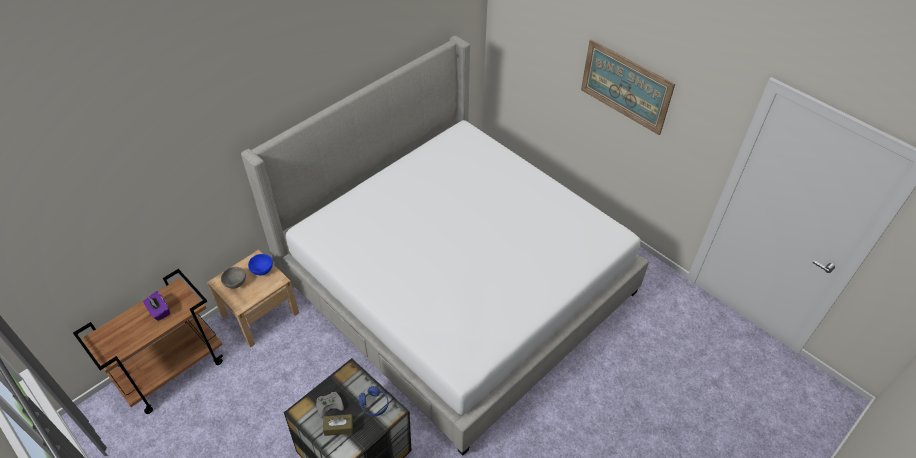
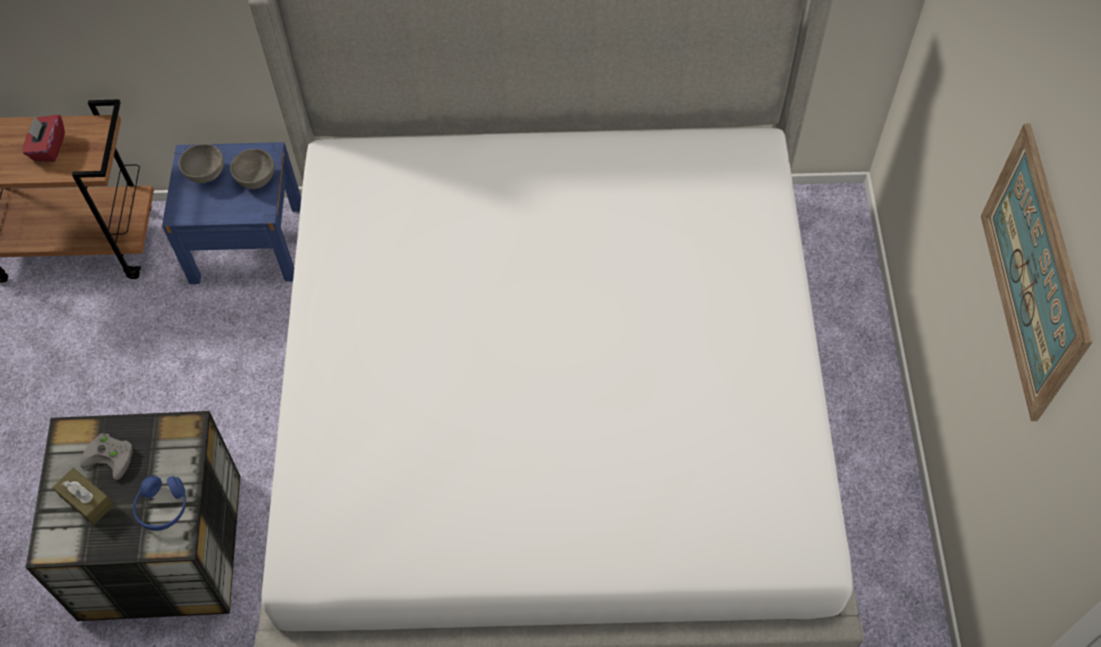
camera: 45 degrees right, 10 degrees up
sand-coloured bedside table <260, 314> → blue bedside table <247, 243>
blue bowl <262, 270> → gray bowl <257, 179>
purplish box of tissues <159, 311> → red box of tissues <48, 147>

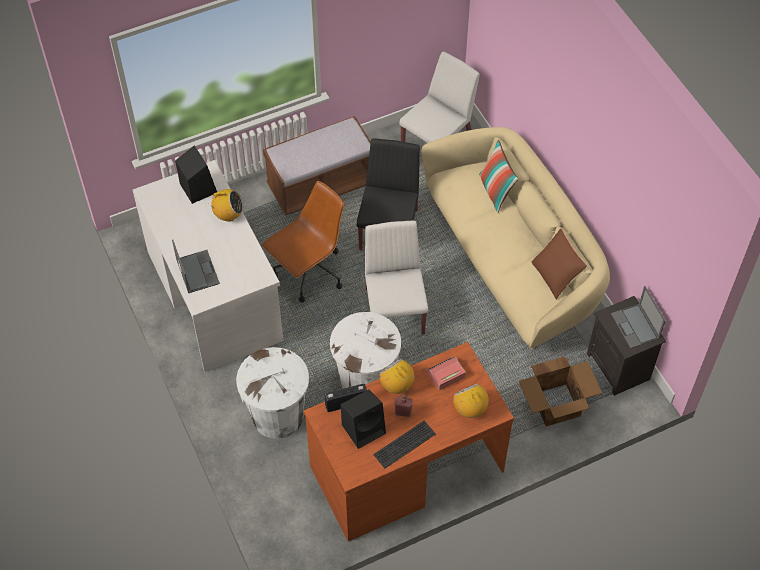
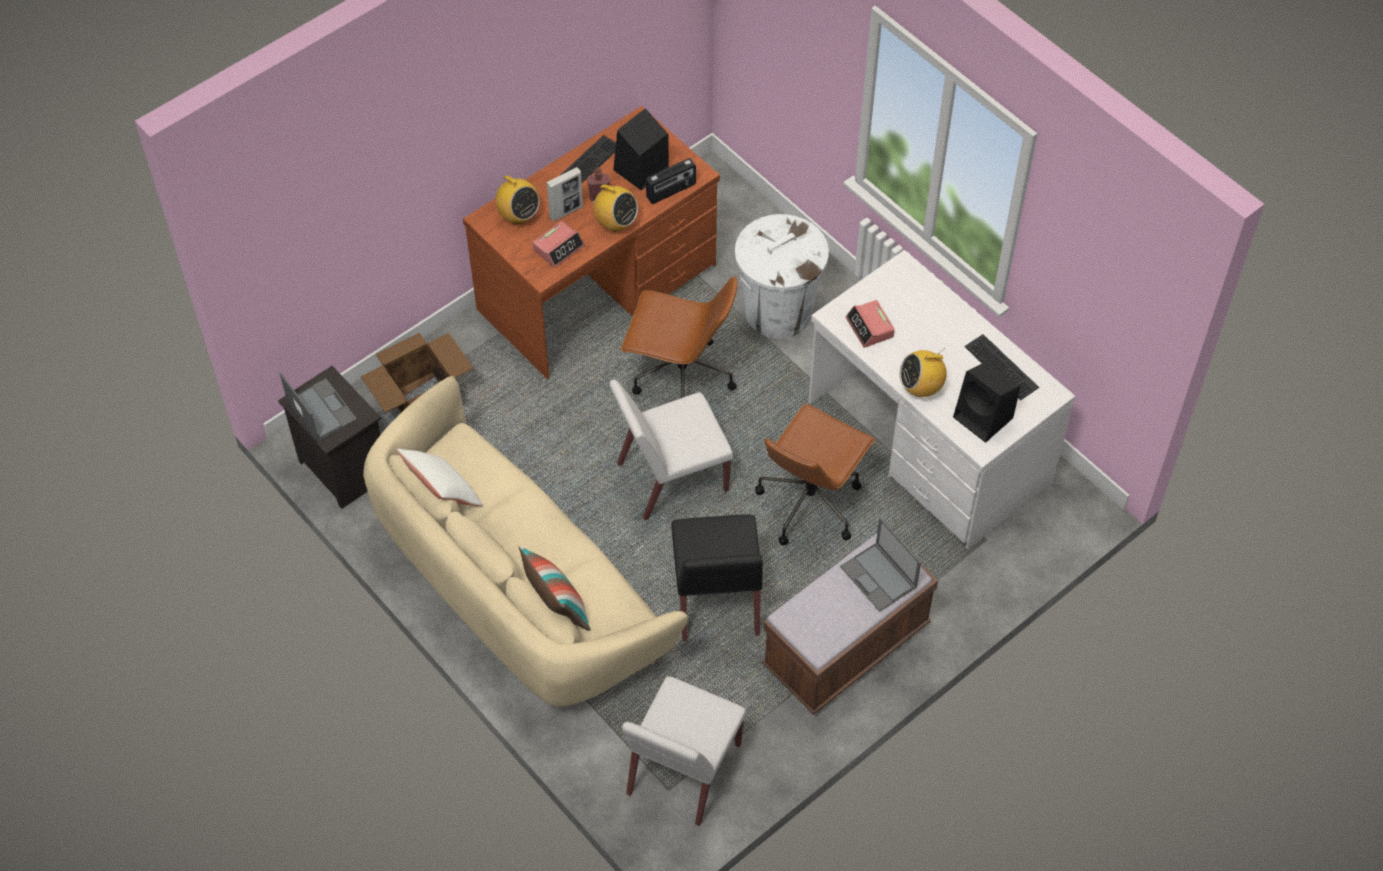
camera: 165 degrees right, 0 degrees up
white-coloured upright chair <394, 310> → white-coloured upright chair <671, 477>, 90 degrees clockwise
brown throw pillow <556, 275> → white-coloured throw pillow <443, 493>
portable computer <197, 271> → portable computer <879, 577>, shifted
white-coloured rubbish bin <366, 379> → brown desk chair <680, 378>
- → picture frame <566, 212>
- → alarm clock <869, 328>
- → keyboard <1003, 367>

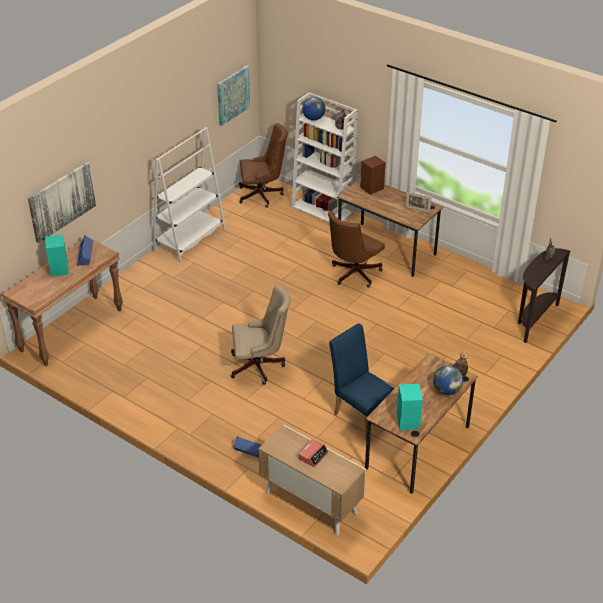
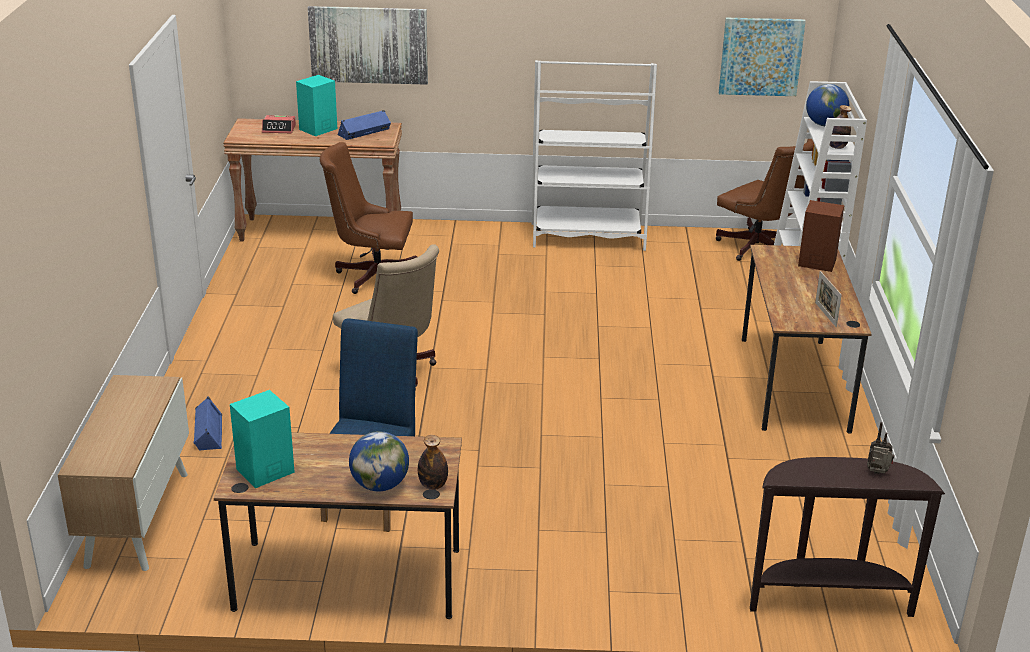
camera: 55 degrees right, 10 degrees down
brown desk chair <353, 274> → brown desk chair <372, 276>, shifted
alarm clock <313, 455> → alarm clock <279, 129>, shifted

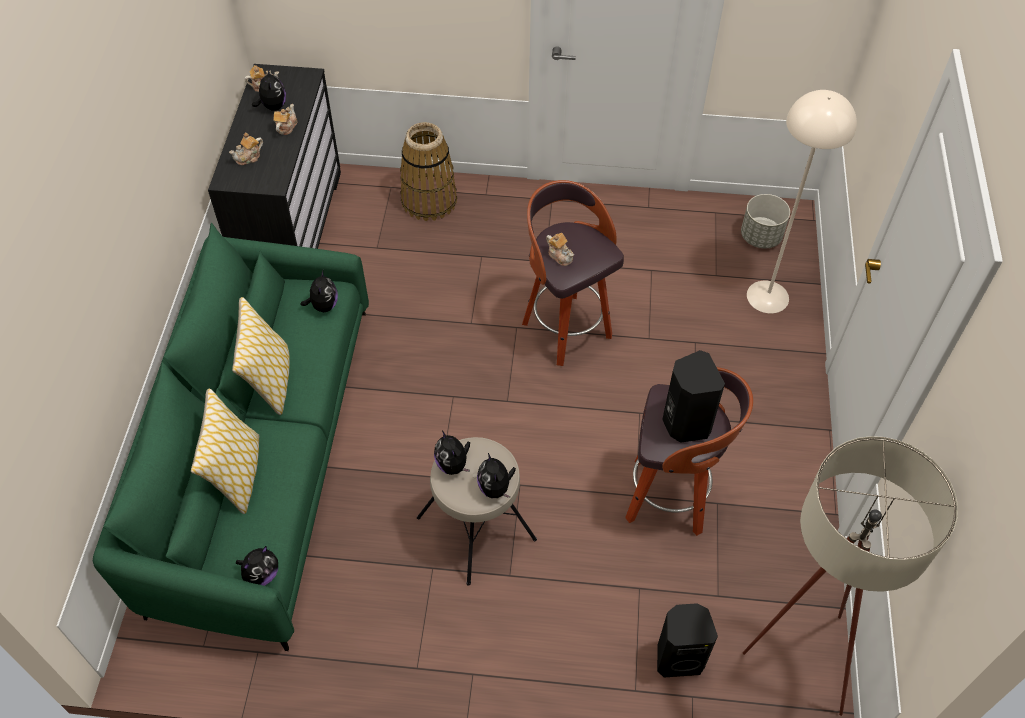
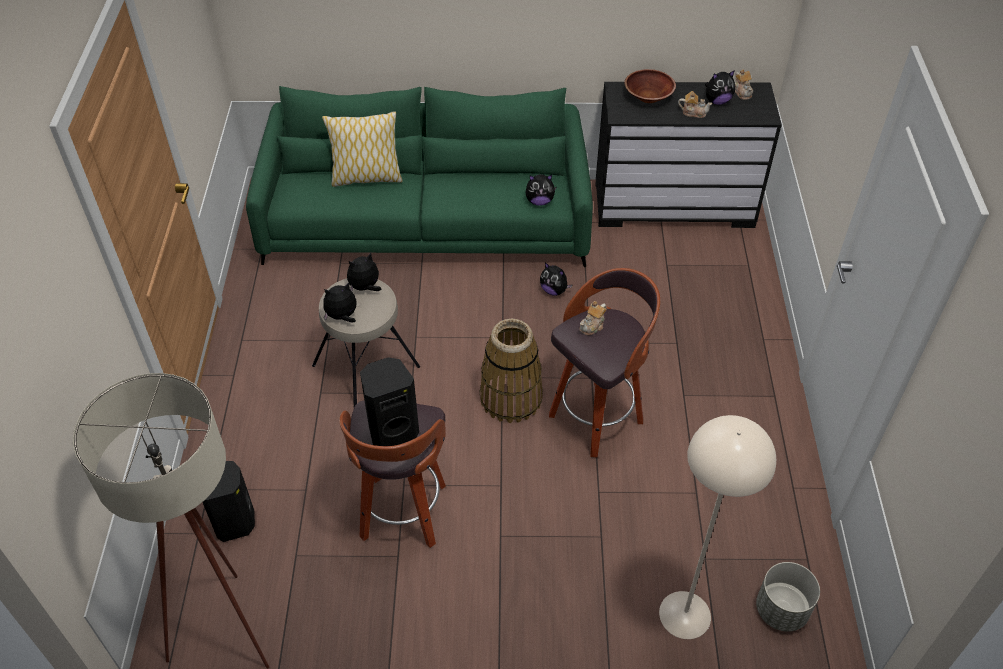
camera: 85 degrees right, 5 degrees down
storage basket <429, 200> → storage basket <511, 398>, shifted
tea pot <249, 157> → brown bowl <648, 97>
throw pillow <270, 381> → -
cuddly toy <261, 575> → cuddly toy <554, 290>, shifted

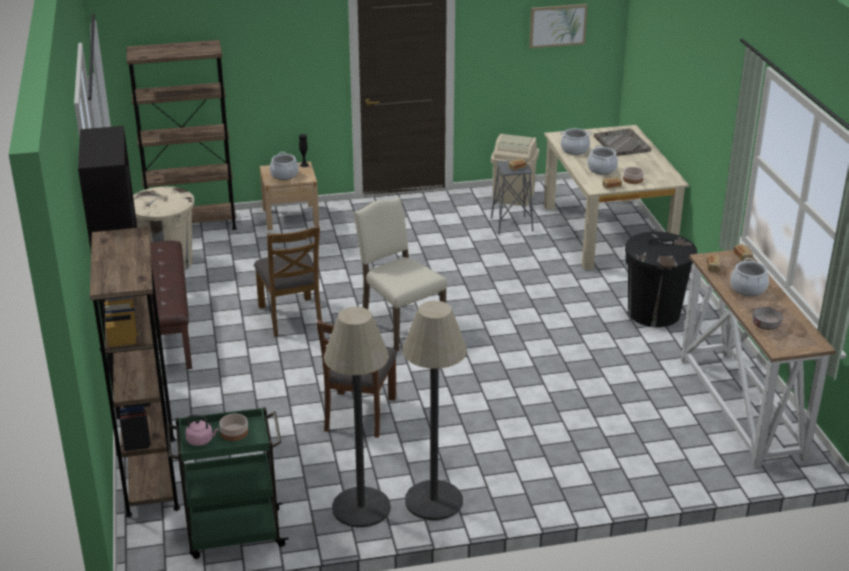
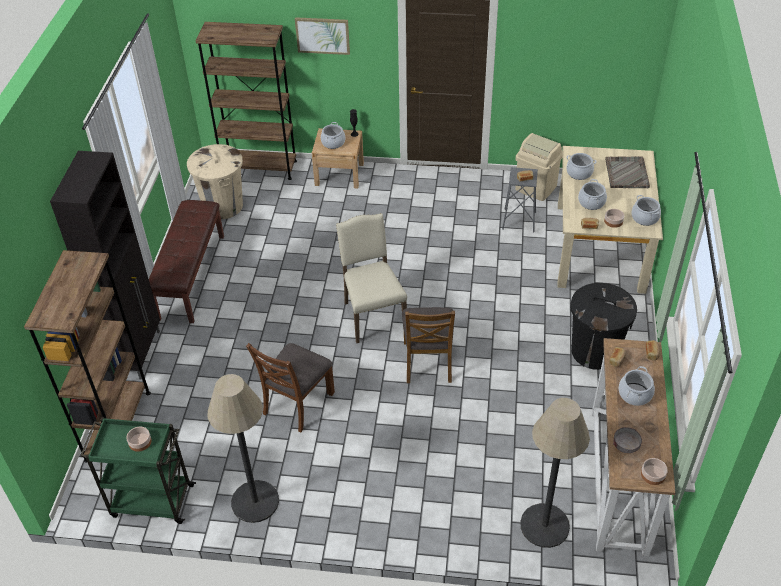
camera: 20 degrees right, 15 degrees up
wall picture <557, 25> → wall picture <322, 35>, shifted
brown upright chair <291, 317> → brown upright chair <428, 361>, shifted
floor lamp <433, 501> → floor lamp <544, 525>, shifted
pinkish kettle <201, 440> → -
- → saucepot <644, 218>
- → bowl <653, 474>

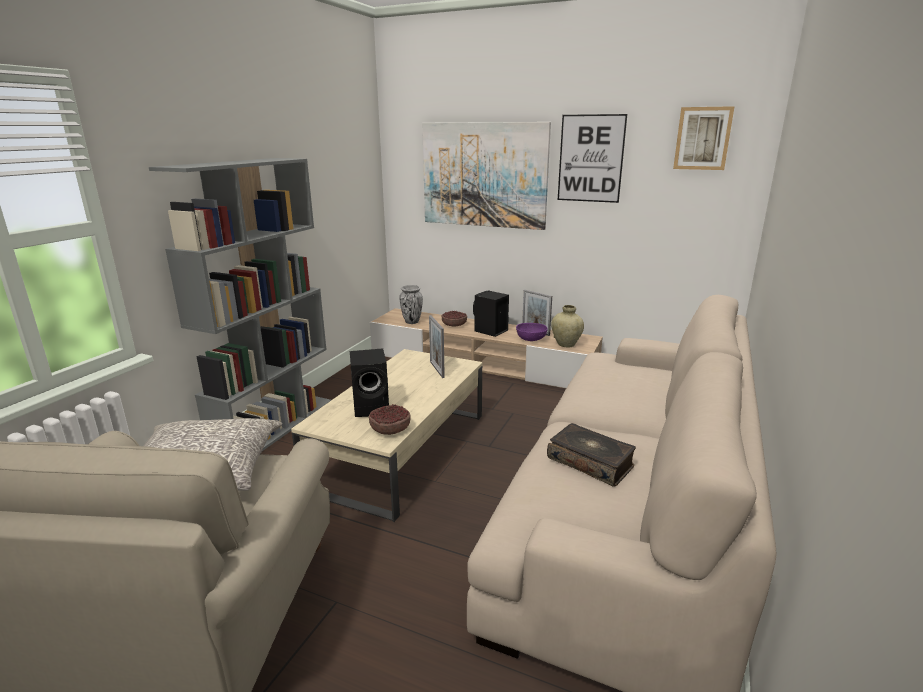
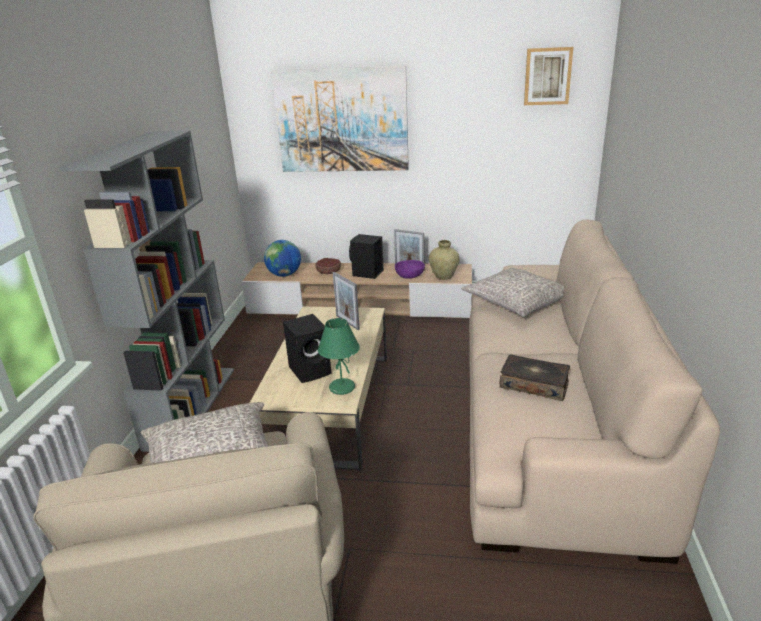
camera: 15 degrees left, 5 degrees up
wall picture <591, 158> → -
flower vase <411, 322> → desk globe <284, 275>
bowl <389, 429> → green lamp for a table <341, 388>
- → gray throw pillow <516, 303>

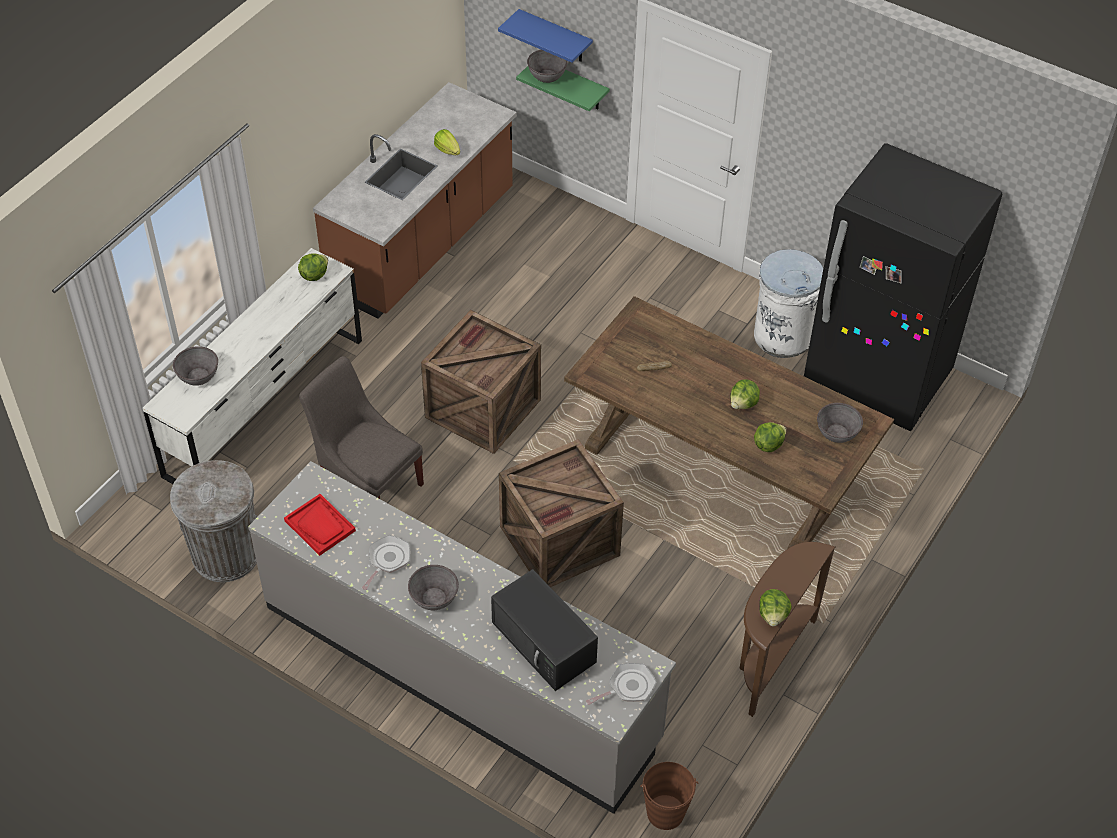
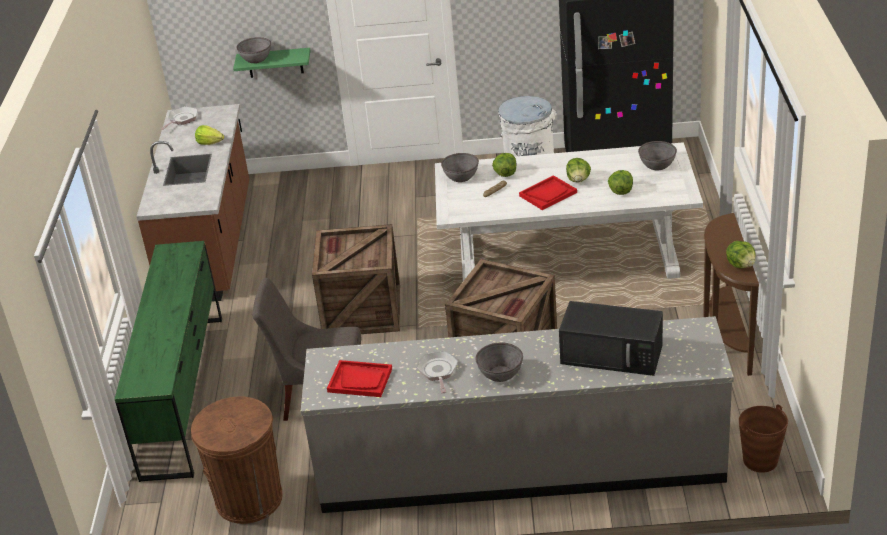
camera: 30 degrees left, 15 degrees down
blue wall shelf <555, 37> → -
white-coloured chest of drawers <265, 407> → green chest of drawers <184, 394>
lettuce <314, 275> → lettuce <505, 173>, shifted
brown dinner table <719, 464> → white-coloured dinner table <567, 257>
gray bowl <198, 376> → gray bowl <461, 177>, shifted
gray rubbish bin <226, 554> → brown rubbish bin <249, 499>
frying pan <628, 687> → frying pan <182, 119>, shifted
- → red tray <548, 194>

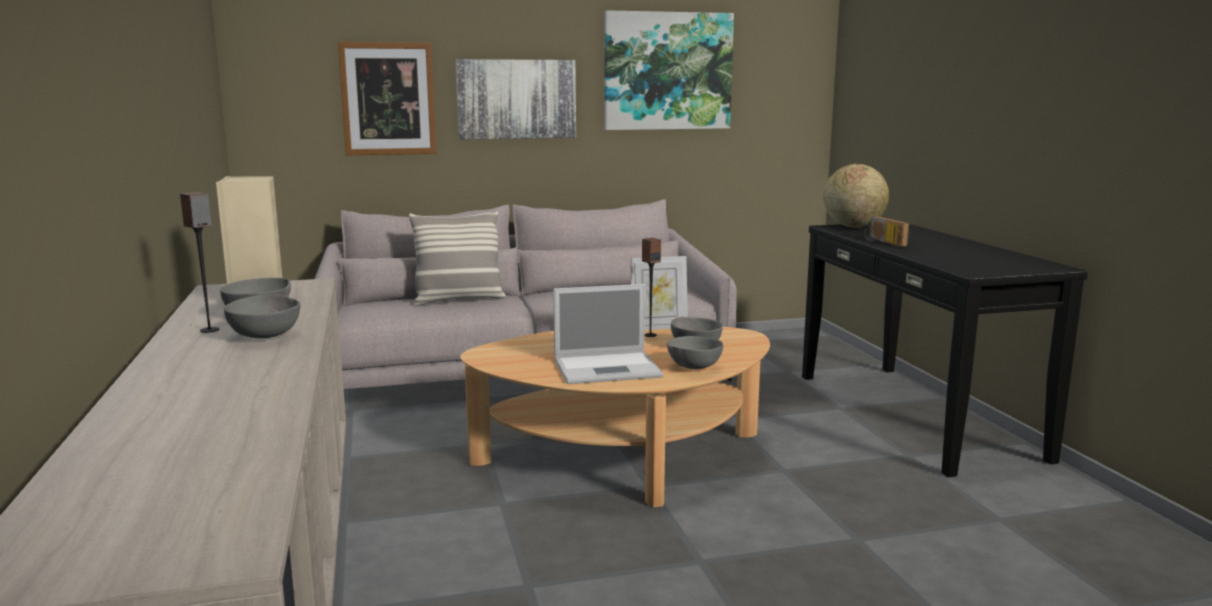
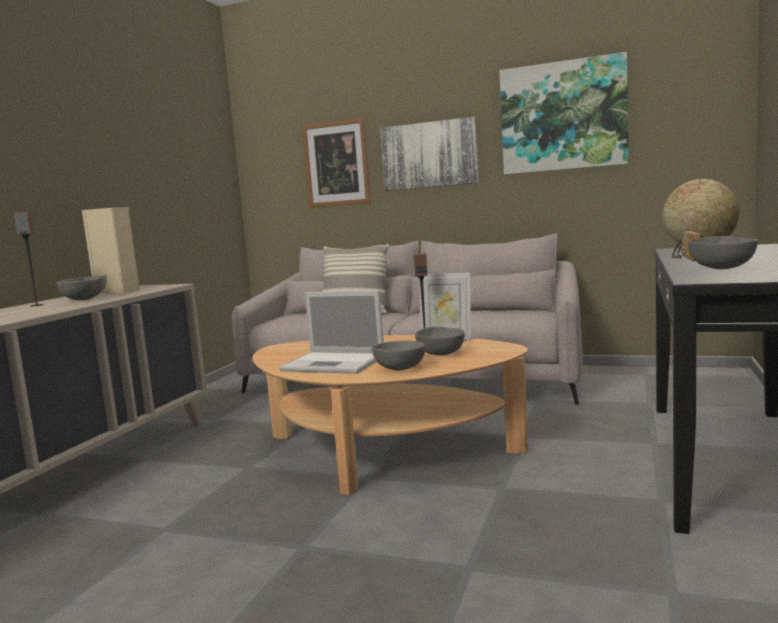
camera: 35 degrees right, 5 degrees down
gray bowl <267, 336> → gray bowl <722, 268>, shifted

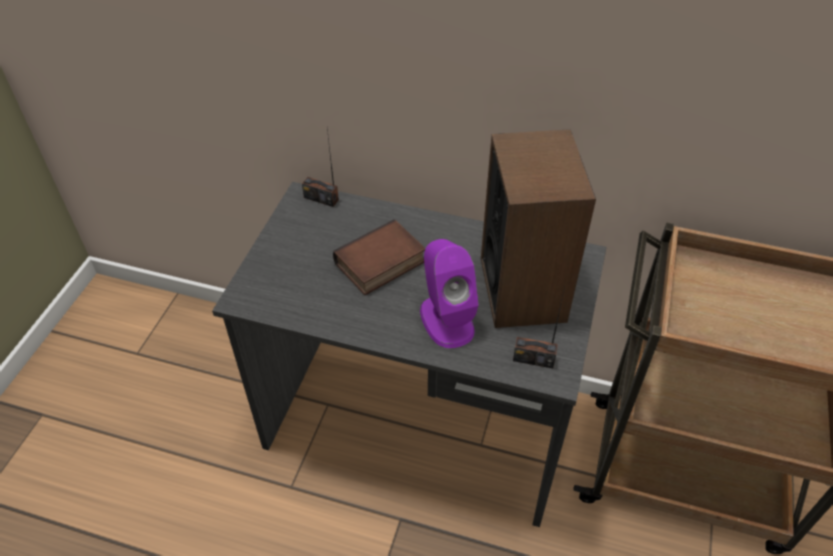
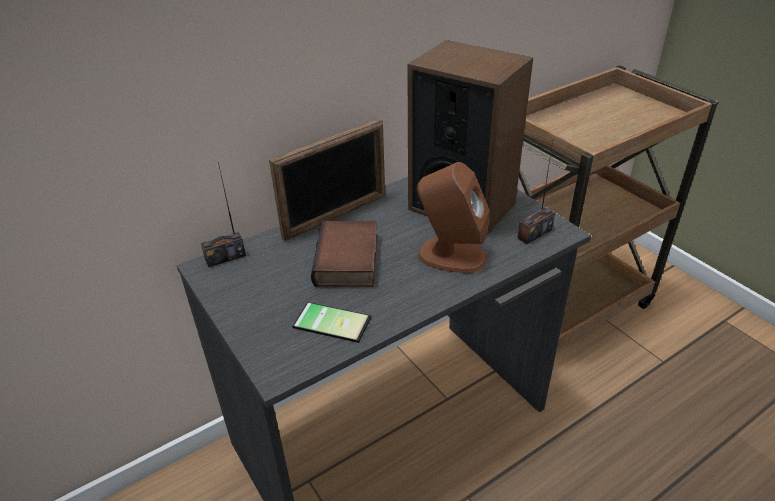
camera: 50 degrees left, 10 degrees down
purplish audio speaker <446, 319> → brown audio speaker <451, 255>
- → picture frame <336, 217>
- → phone <333, 319>

